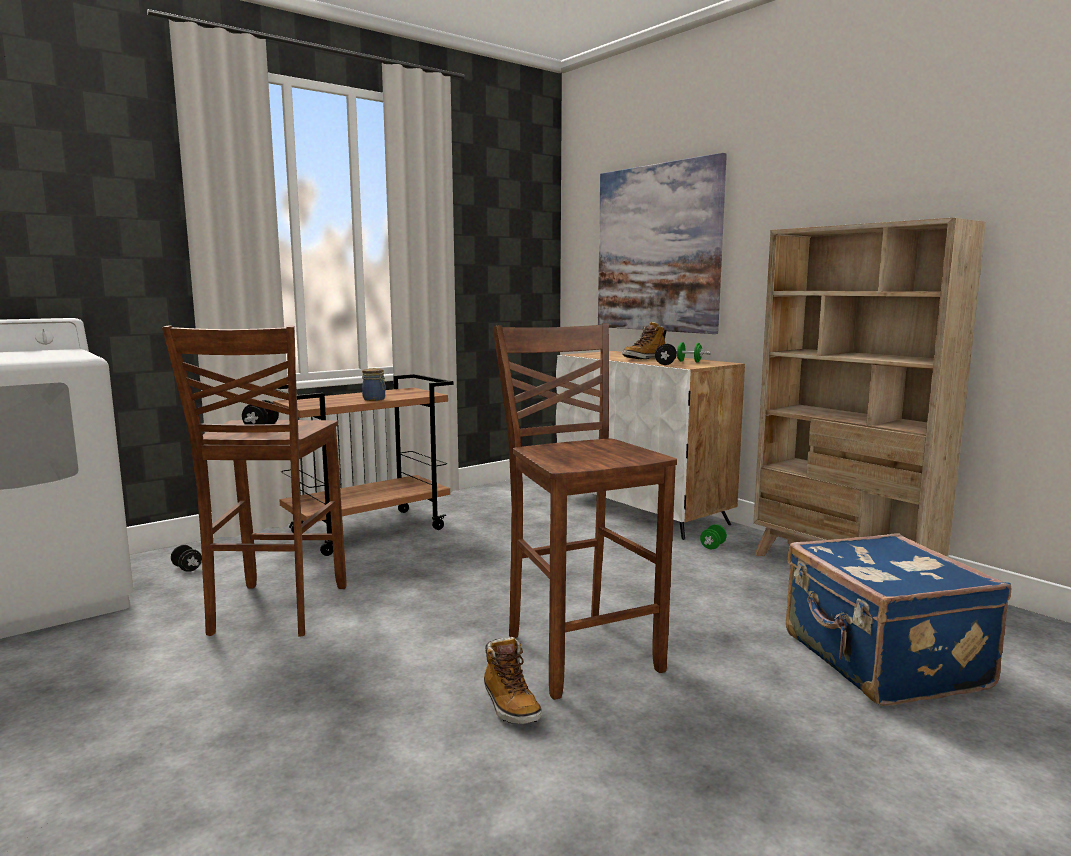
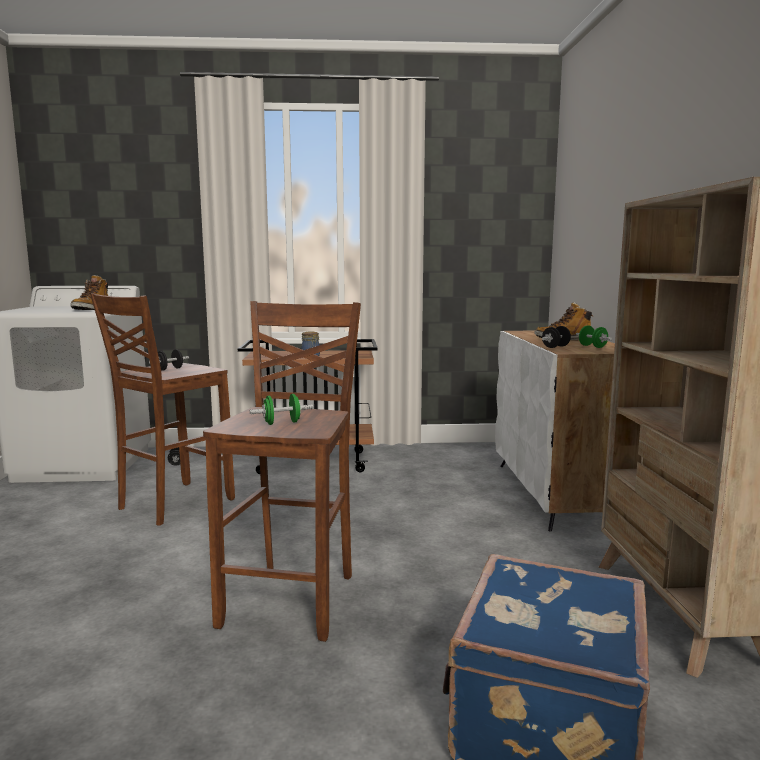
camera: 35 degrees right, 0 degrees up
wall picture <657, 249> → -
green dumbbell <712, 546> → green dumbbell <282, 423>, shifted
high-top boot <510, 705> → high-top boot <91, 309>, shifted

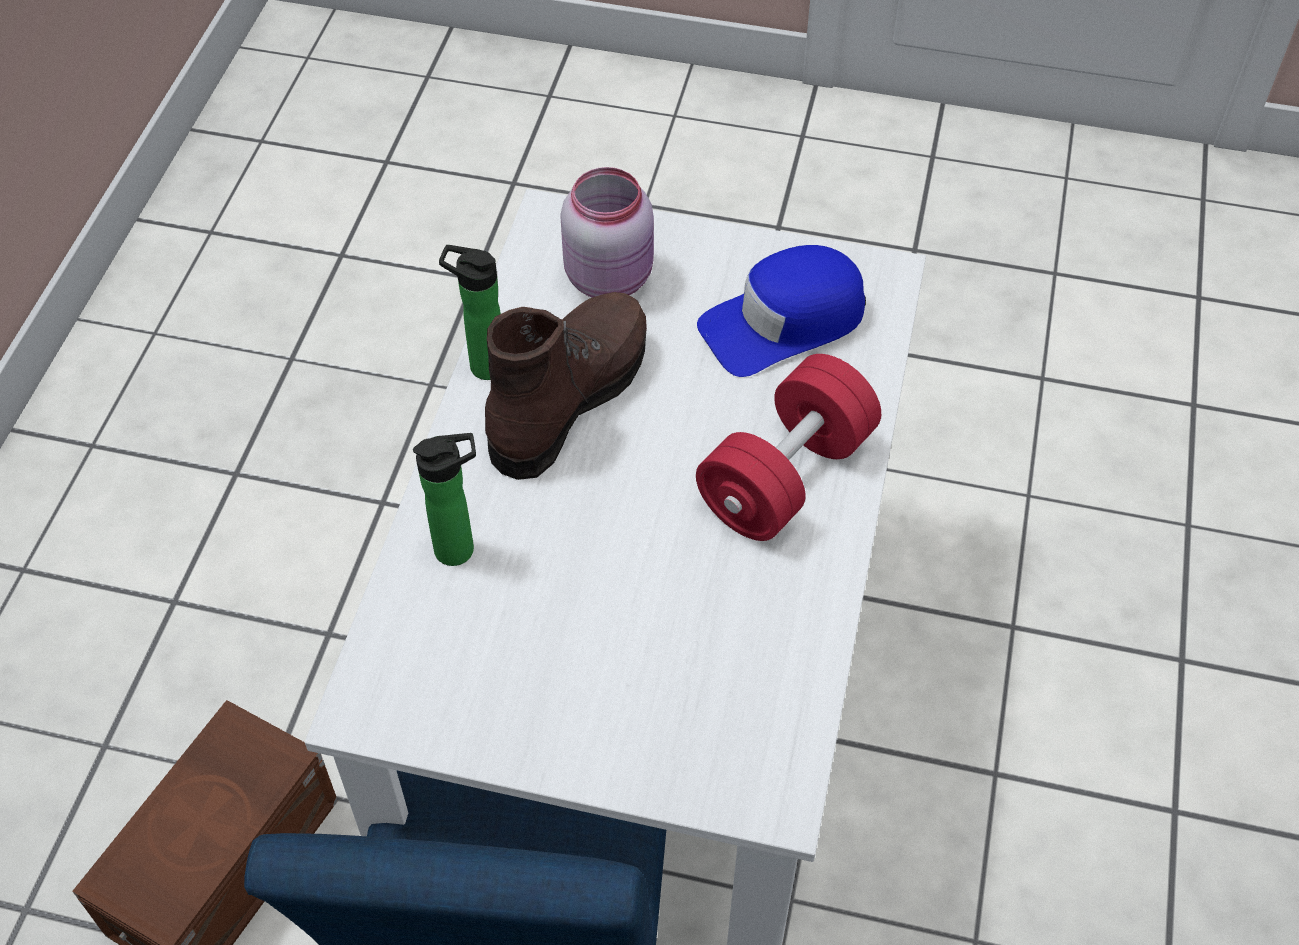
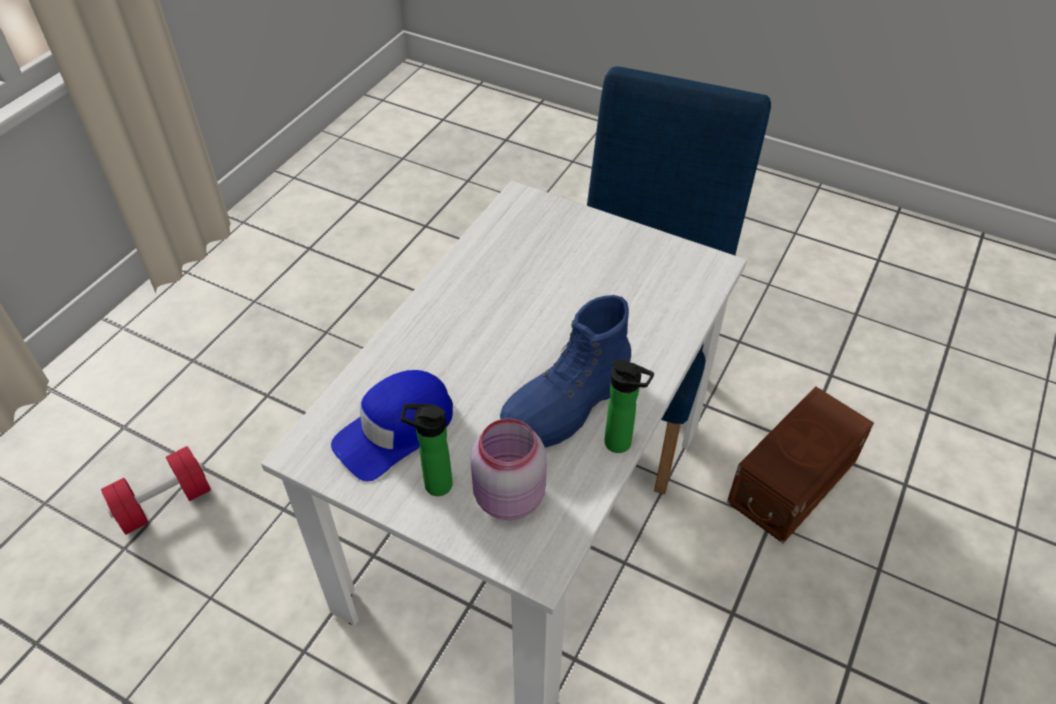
camera: 165 degrees left, 5 degrees down
blue baseball cap <783, 322> → blue baseball cap <395, 430>, 150 degrees clockwise
brown high-top boot <568, 398> → blue high-top boot <566, 407>
red dumbbell <786, 476> → red dumbbell <164, 503>, shifted
drink bottle <461, 549> → drink bottle <433, 484>, shifted

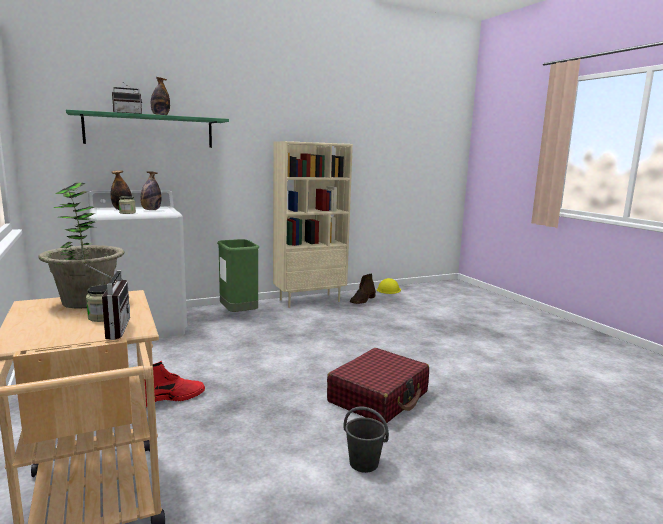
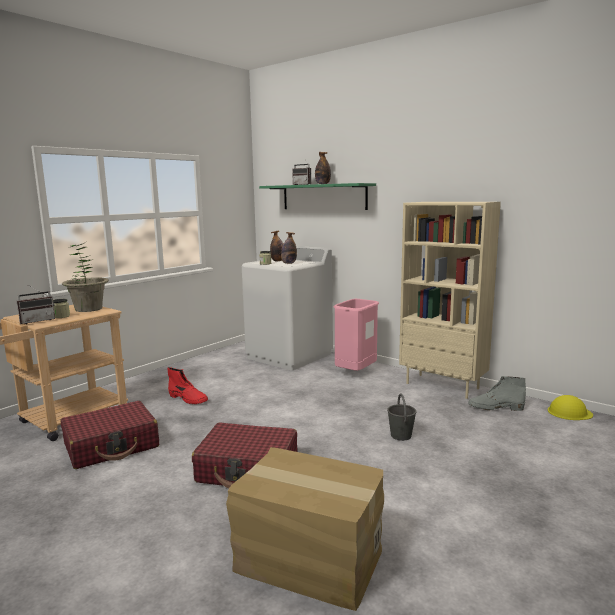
camera: 65 degrees right, 0 degrees up
green rubbish bin <238, 315> → pinkish rubbish bin <356, 373>
brown high-top boot <362, 300> → gray high-top boot <495, 408>
gray bucket <364, 463> → gray bucket <401, 436>, shifted
- → red suitcase <112, 446>
- → packing box <308, 559>

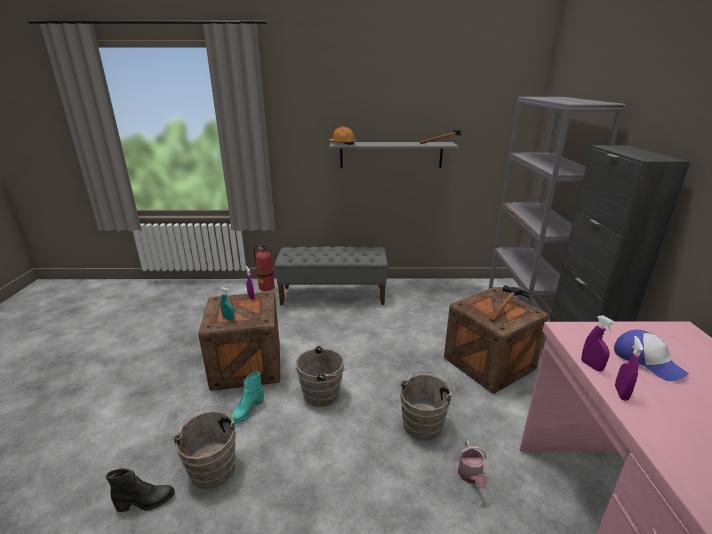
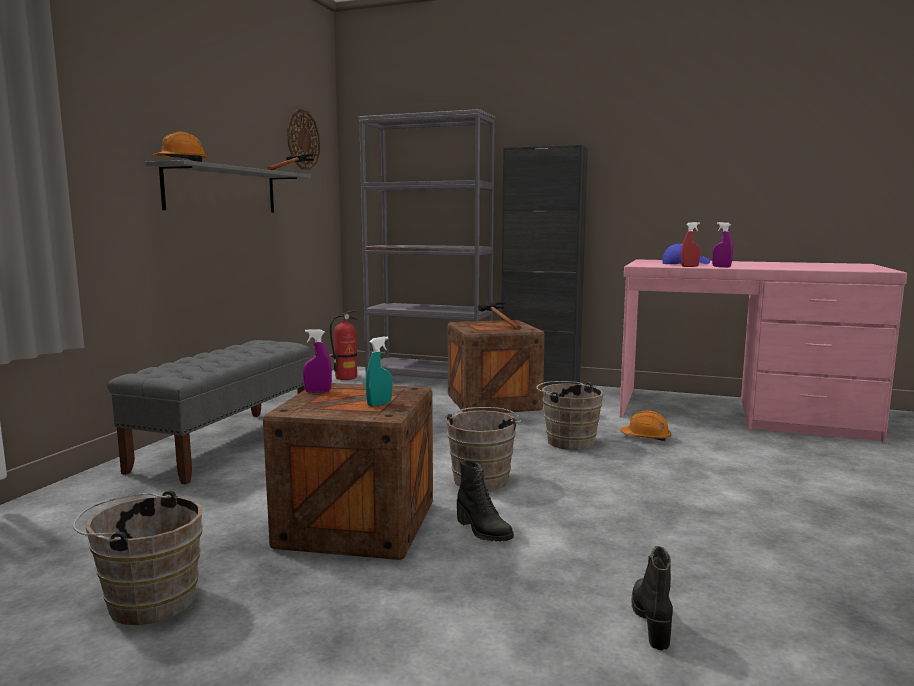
camera: 70 degrees left, 15 degrees down
fire extinguisher <267, 287> → fire extinguisher <346, 377>, shifted
purplish spray bottle <591, 366> → red spray bottle <689, 266>
turquoise-coloured high-top boot <247, 411> → black high-top boot <482, 531>
brown bucket <213, 465> → brown bucket <146, 601>, shifted
sprinkling can <471, 476> → orangey hard hat <646, 437>
- → clock on the wall <303, 140>

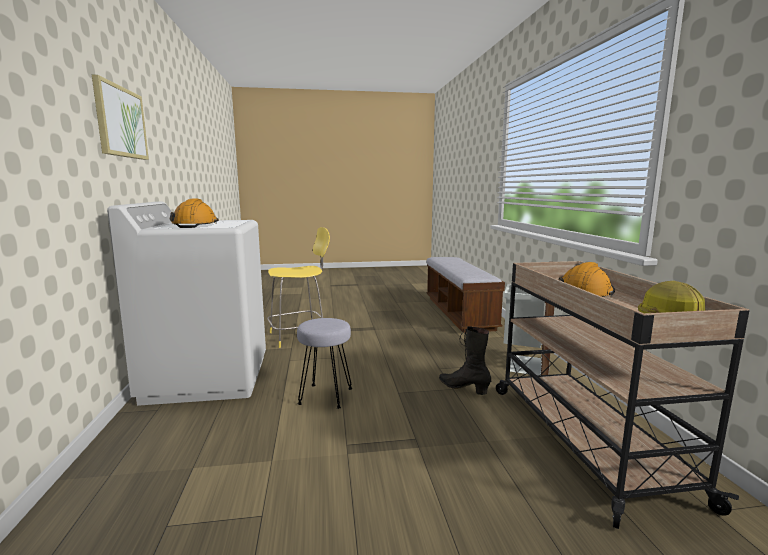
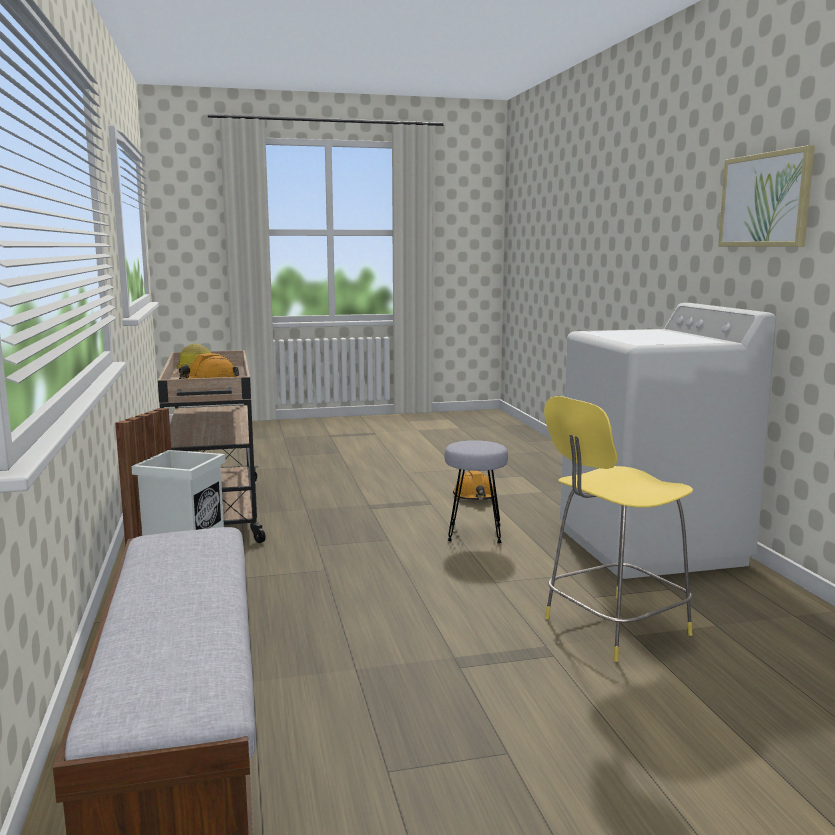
camera: 175 degrees right, 0 degrees up
orangey hard hat <196, 225> → orangey hard hat <474, 497>, shifted
black high-top boot <463, 388> → -

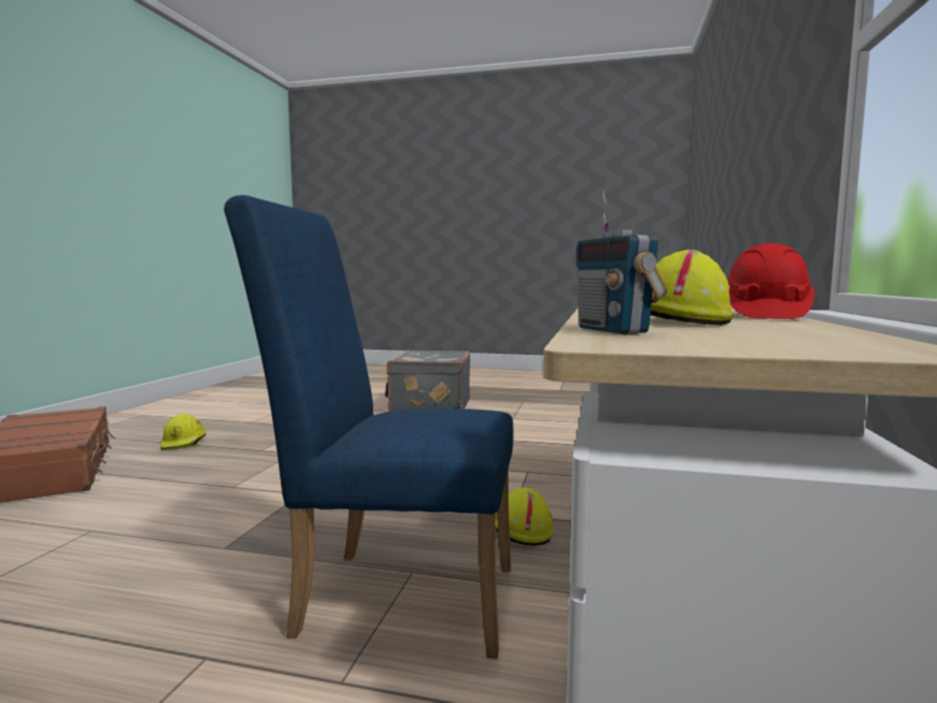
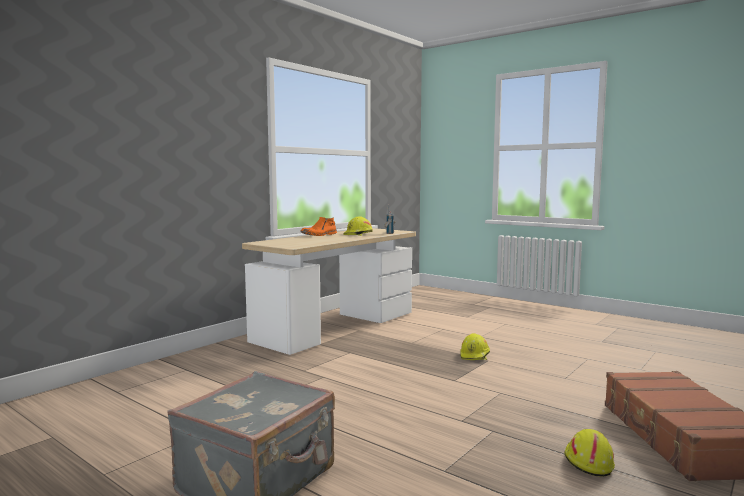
camera: 155 degrees left, 0 degrees up
blue upright chair <392, 595> → -
red hard hat <764, 316> → orangey high-top boot <319, 235>
yellowish hard hat <520, 530> → yellowish hard hat <475, 355>, shifted

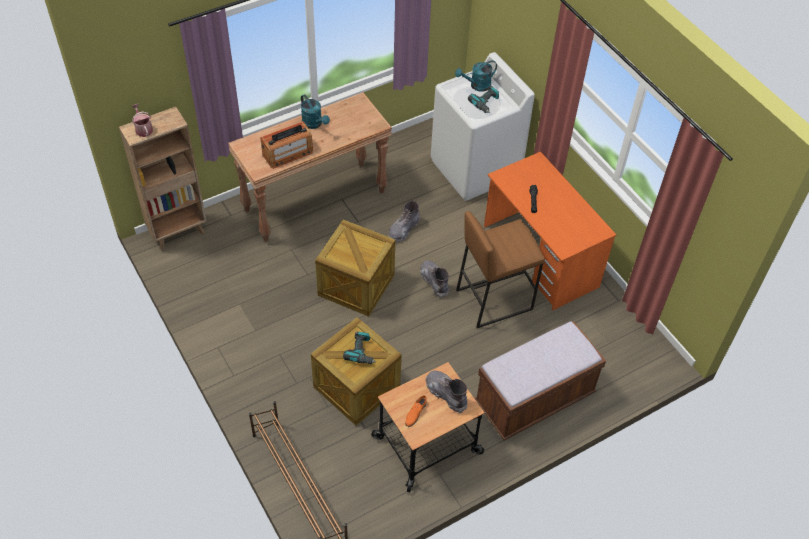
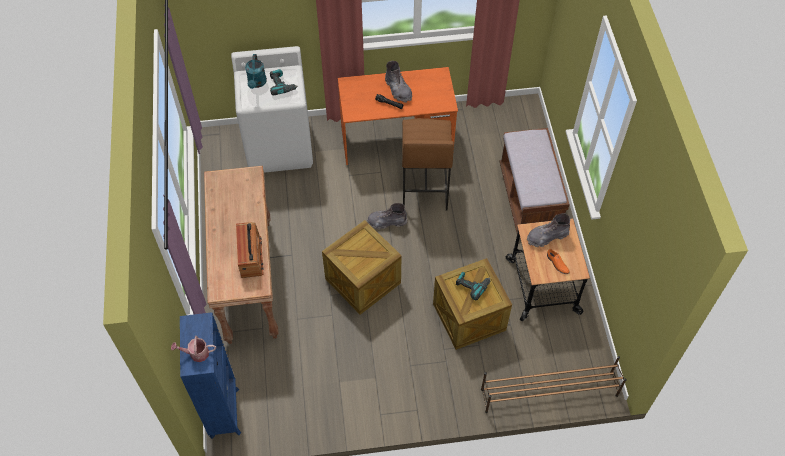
camera: 65 degrees left, 5 degrees up
turquoise-coloured sprinkling can <314, 124> → -
brown bookshelf <178, 232> → blue bookshelf <224, 411>
gray high-top boot <403, 229> → gray high-top boot <398, 90>, shifted

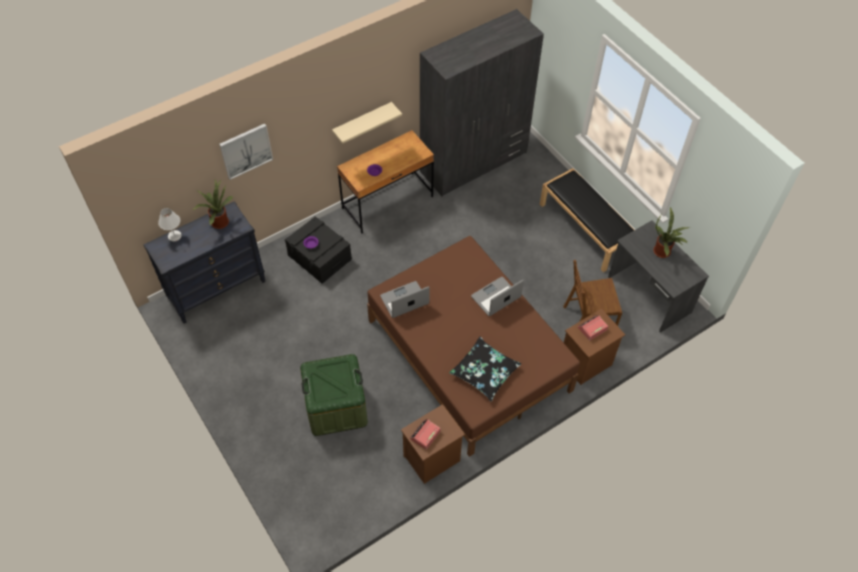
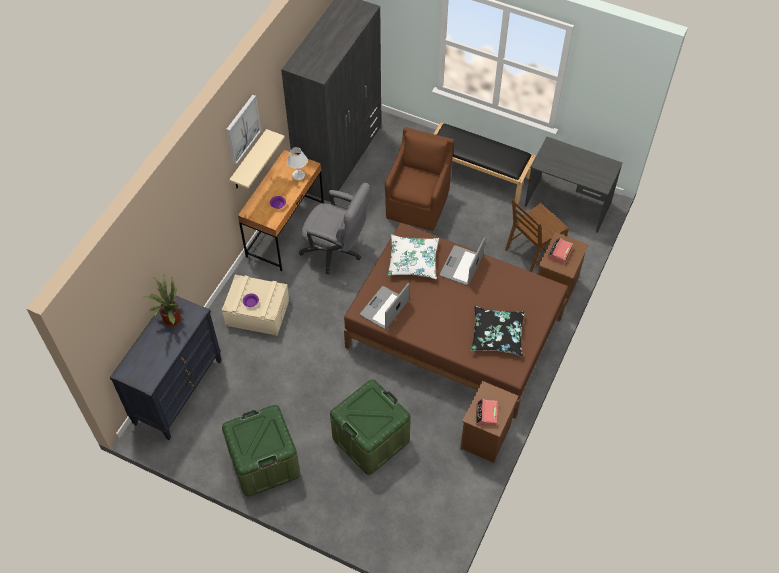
camera: 30 degrees left, 0 degrees up
wall picture <246, 150> → wall picture <242, 129>, shifted
potted plant <663, 252> → -
white-coloured lamp for a table <174, 236> → white-coloured lamp for a table <298, 175>, shifted
black storage container <320, 257> → sand-coloured storage container <257, 312>
- → brown easy chair <418, 204>
- → gray desk chair <336, 251>
- → white-coloured throw pillow <413, 261>
- → green storage container <264, 462>

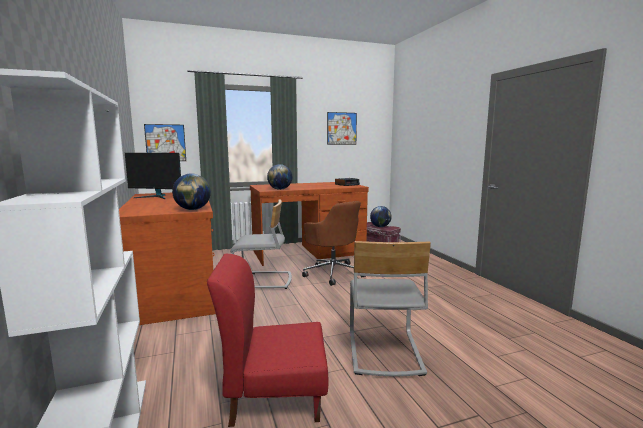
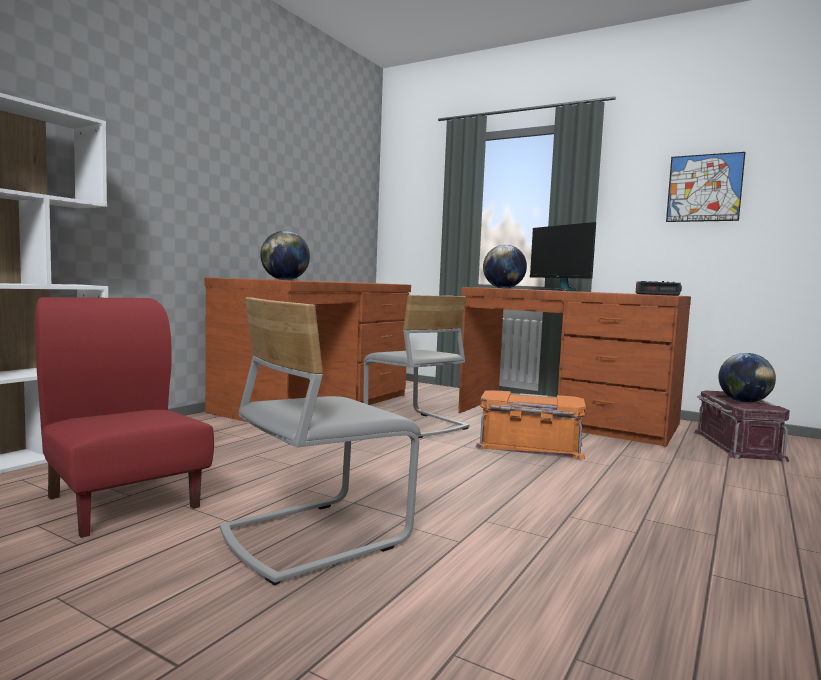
camera: 50 degrees right, 5 degrees down
wall picture <165, 143> → -
computer display <156, 197> → computer display <560, 290>, shifted
brown desk chair <333, 273> → orangey storage container <529, 447>

